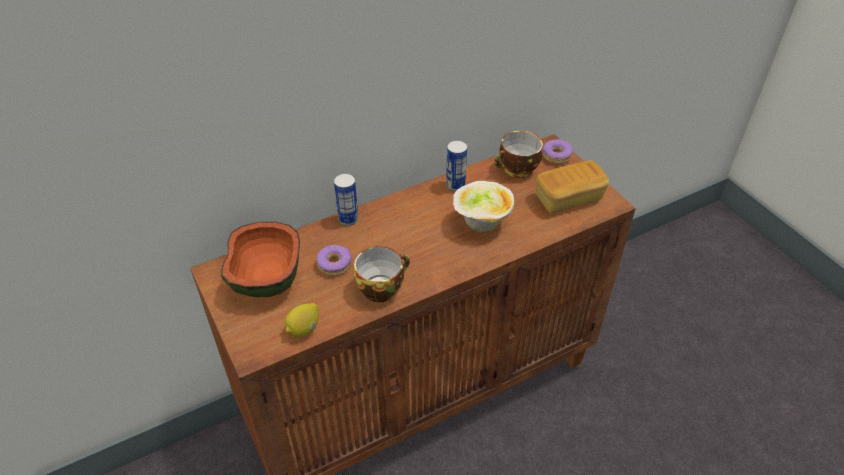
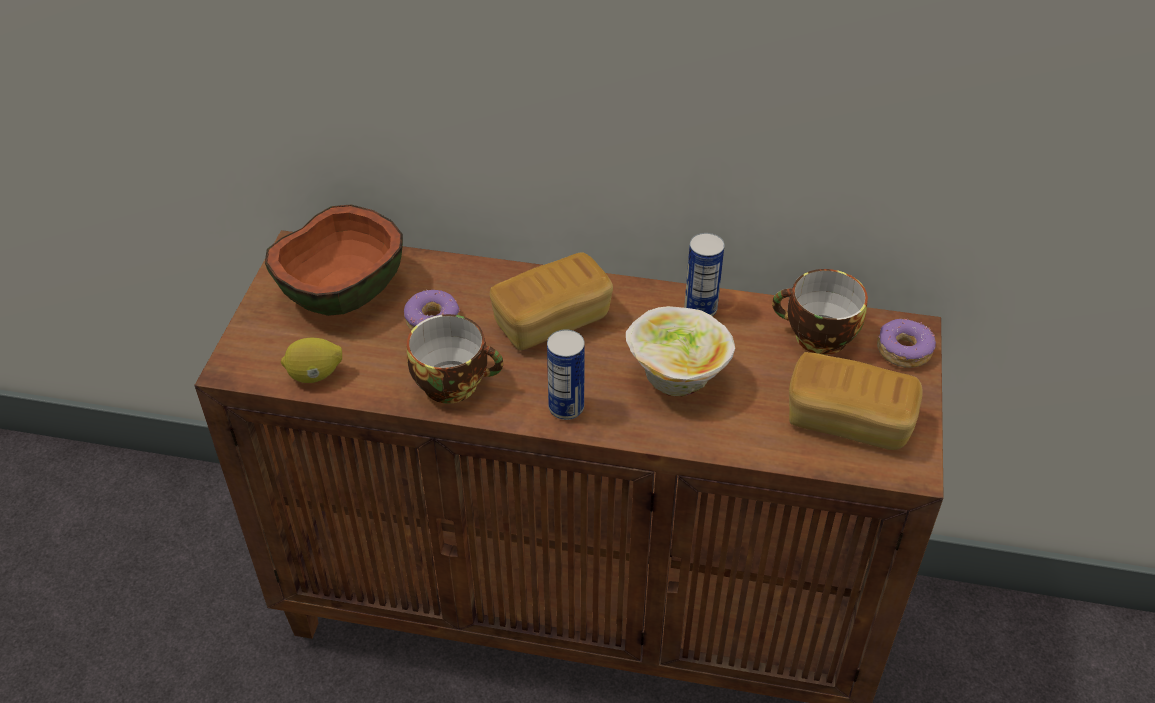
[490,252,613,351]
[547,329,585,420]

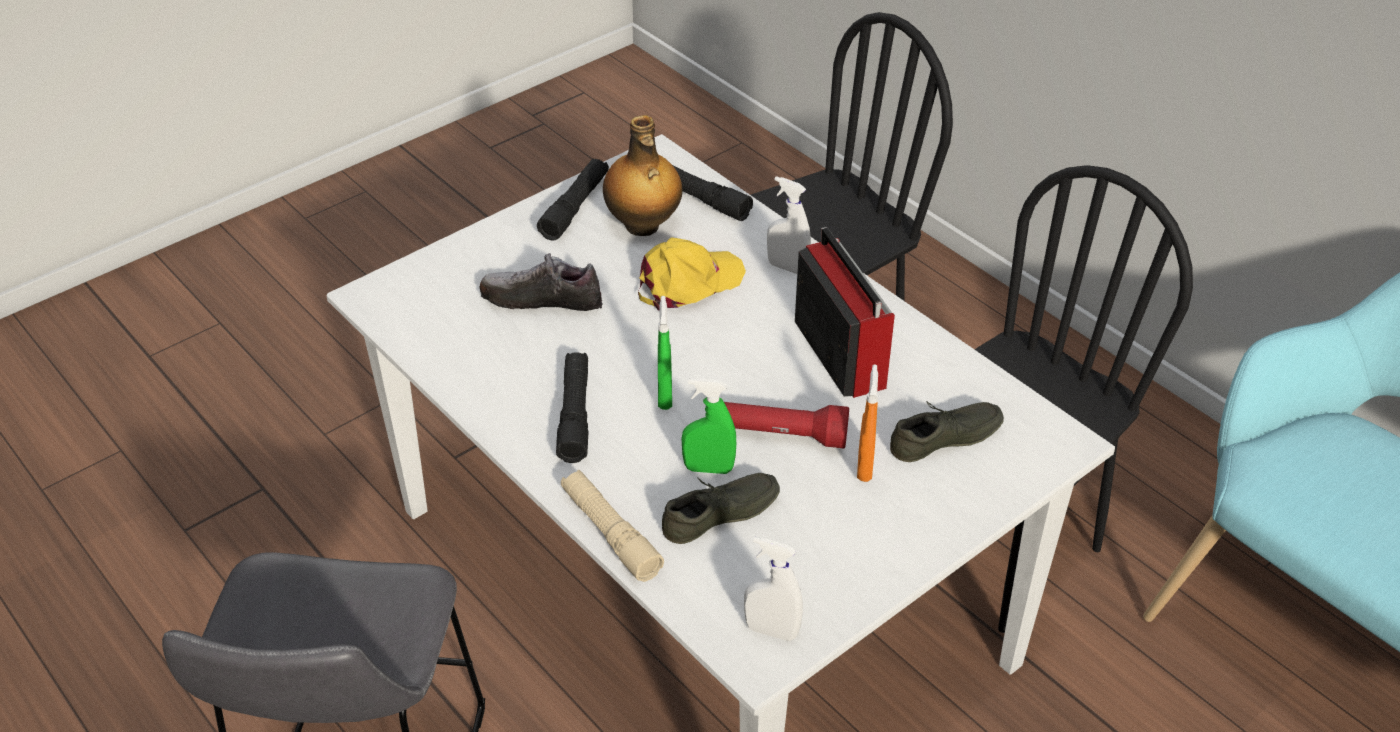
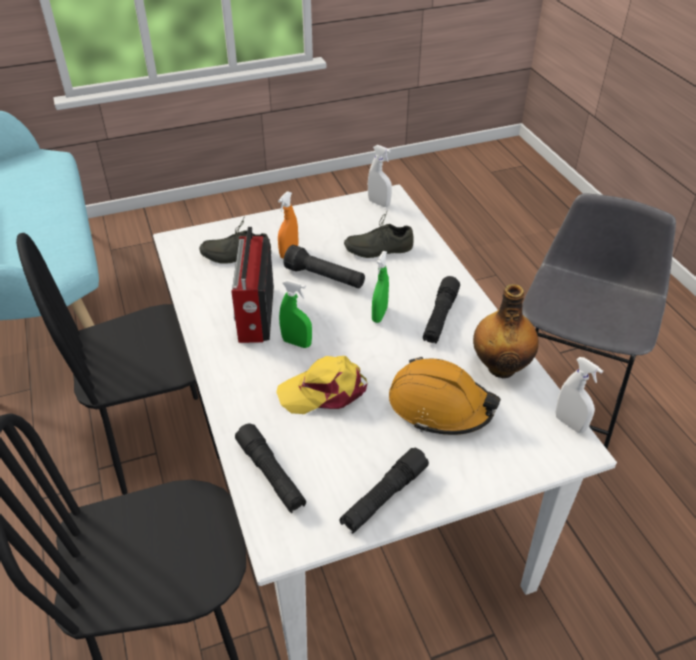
[279,280,312,348]
[283,245,365,288]
[389,357,501,435]
[473,284,539,378]
[556,357,603,433]
[561,469,664,582] (first image)

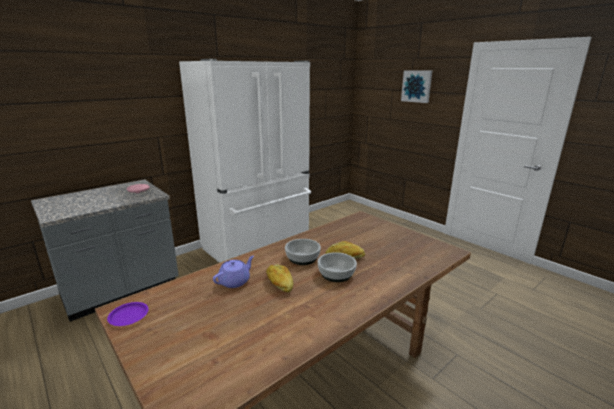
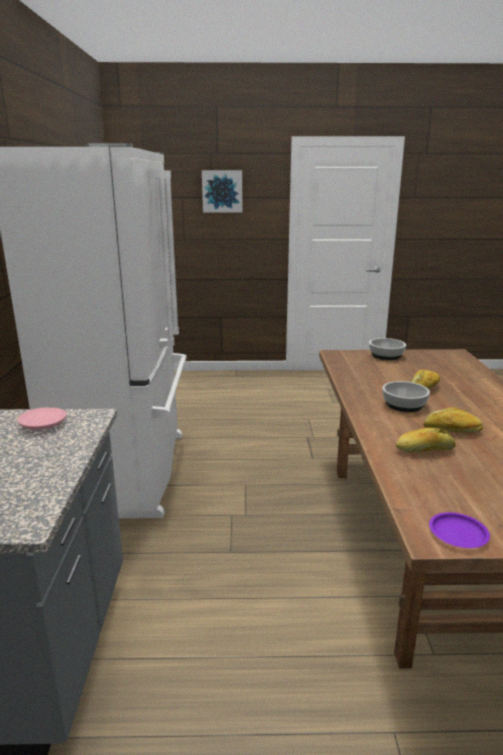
[369,338,406,360]
[396,428,456,453]

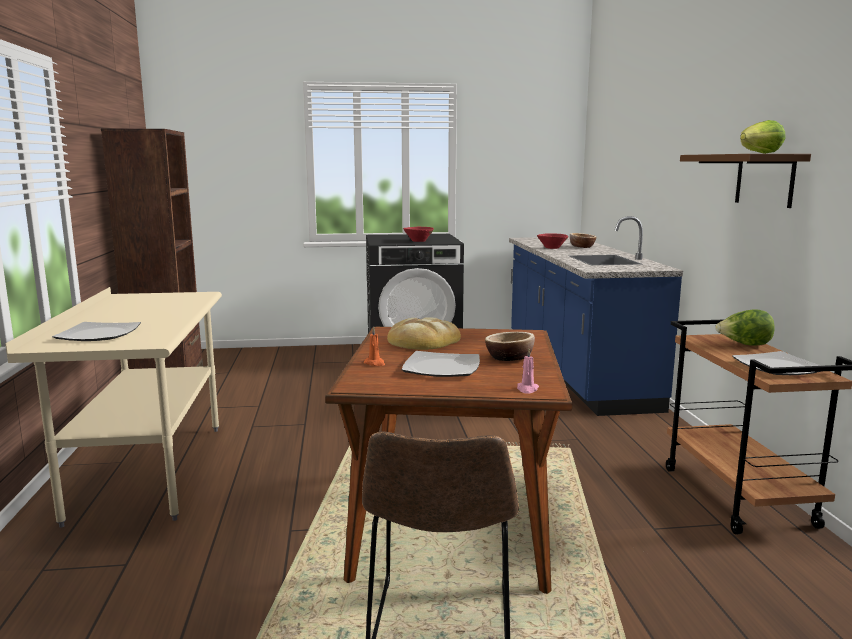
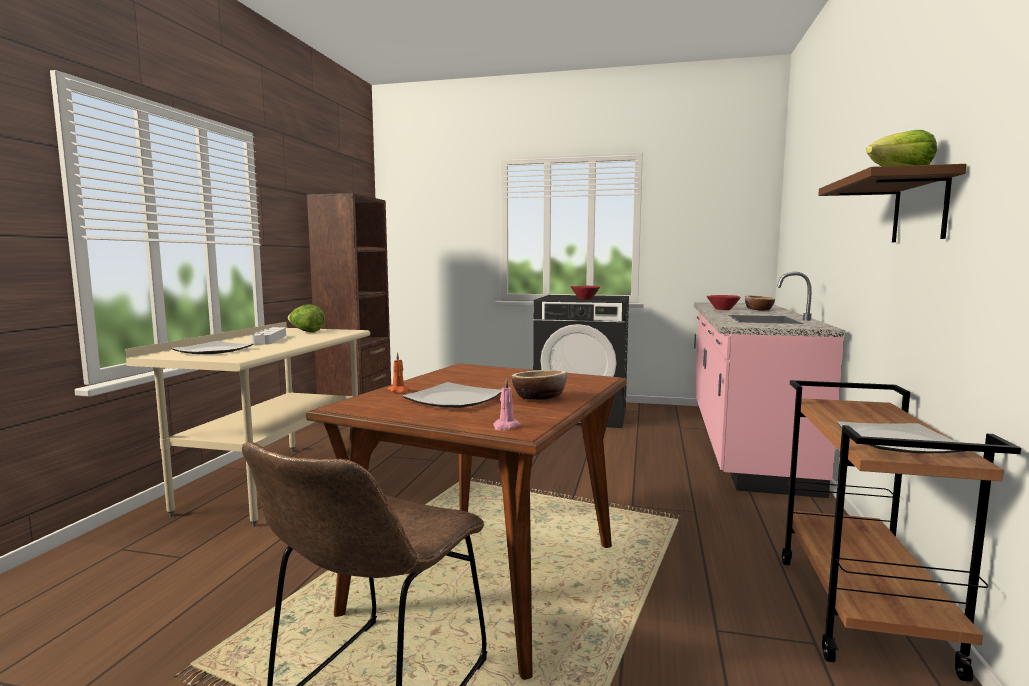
[250,327,286,345]
[288,304,325,332]
[694,272,845,498]
[387,318,461,350] (first image)

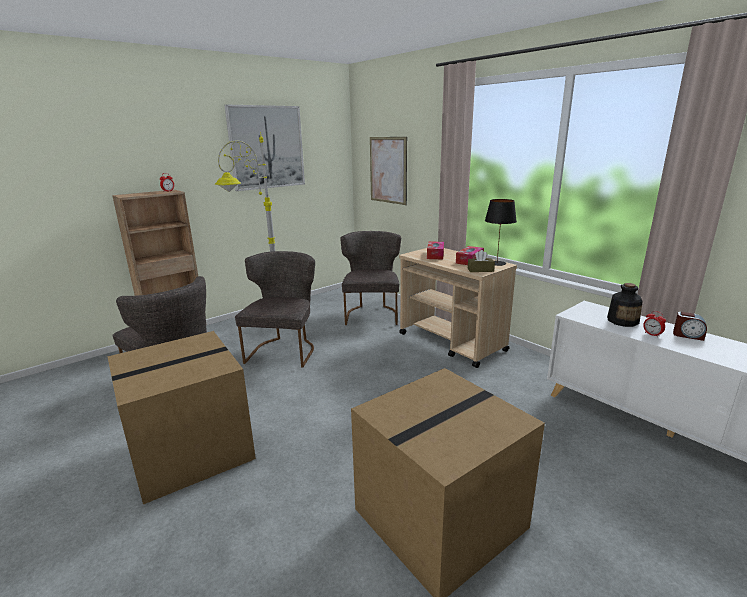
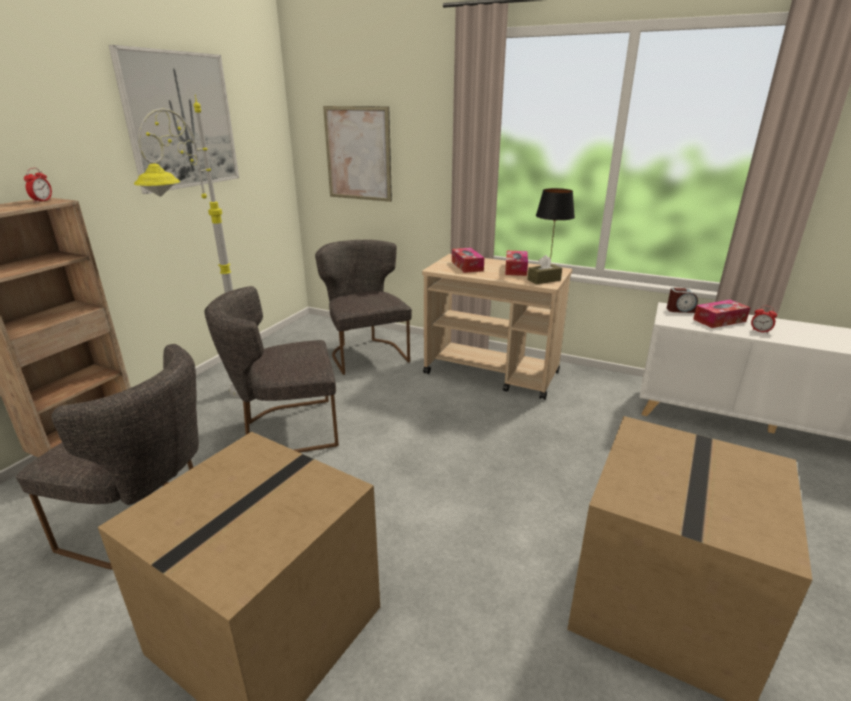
[204,286,339,453]
[667,288,698,313]
[693,300,750,328]

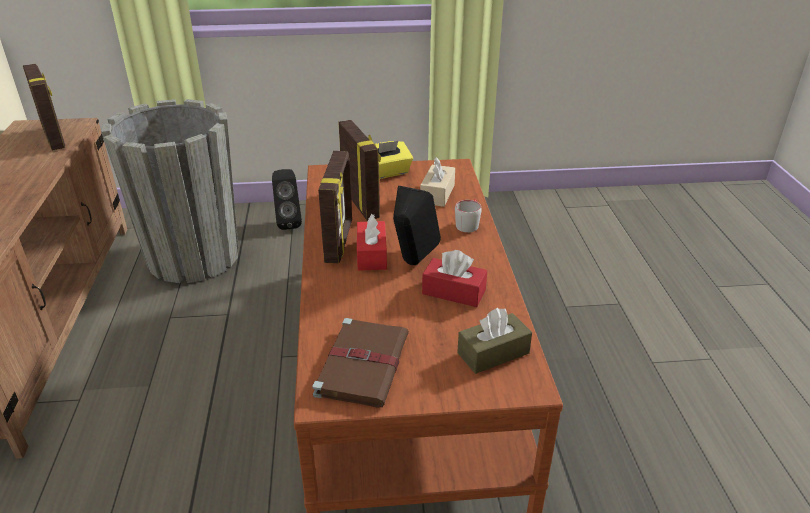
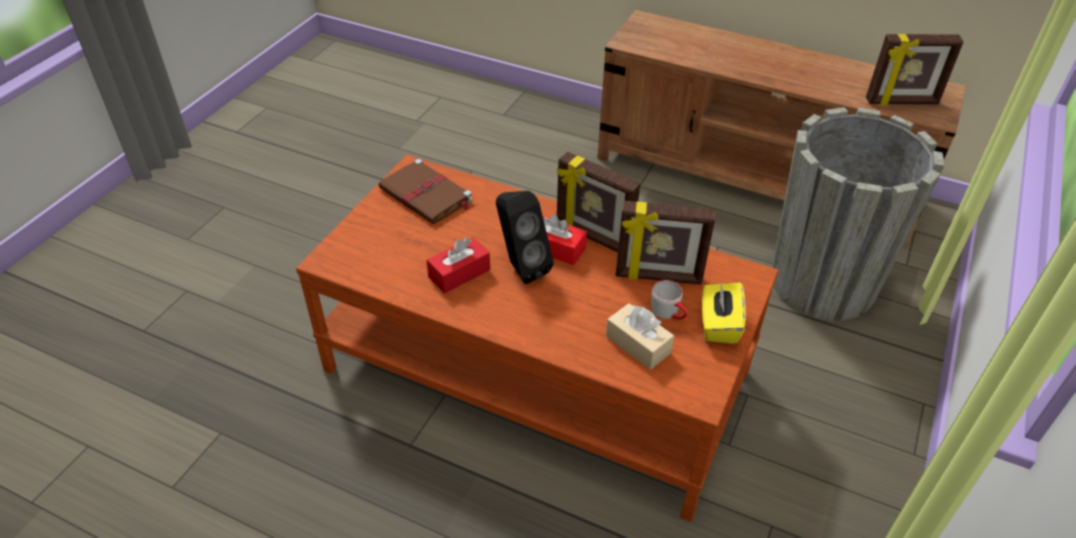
[651,280,687,320]
[272,169,302,230] (first image)
[457,308,532,374] (first image)

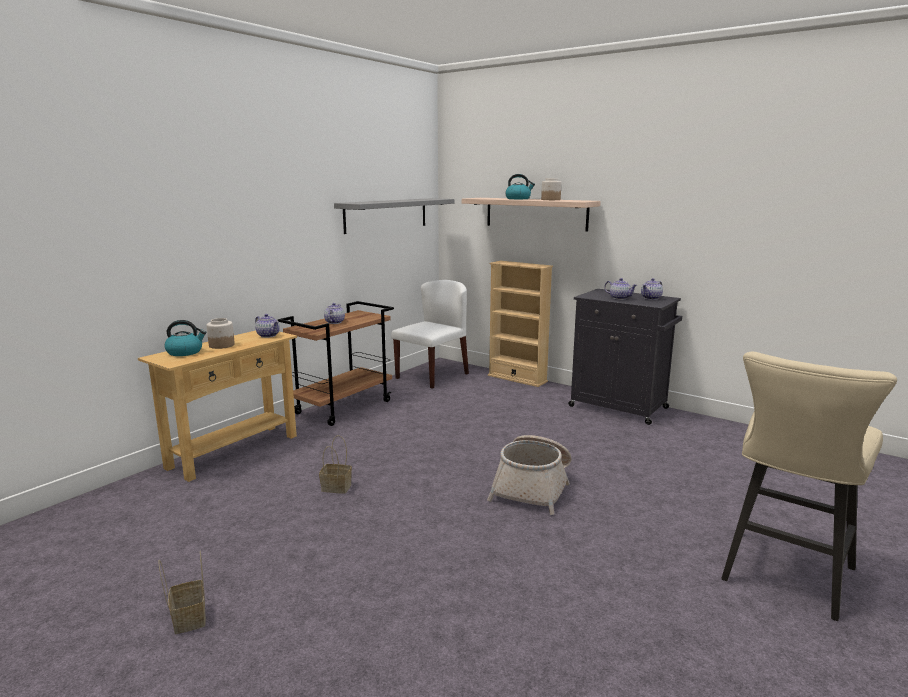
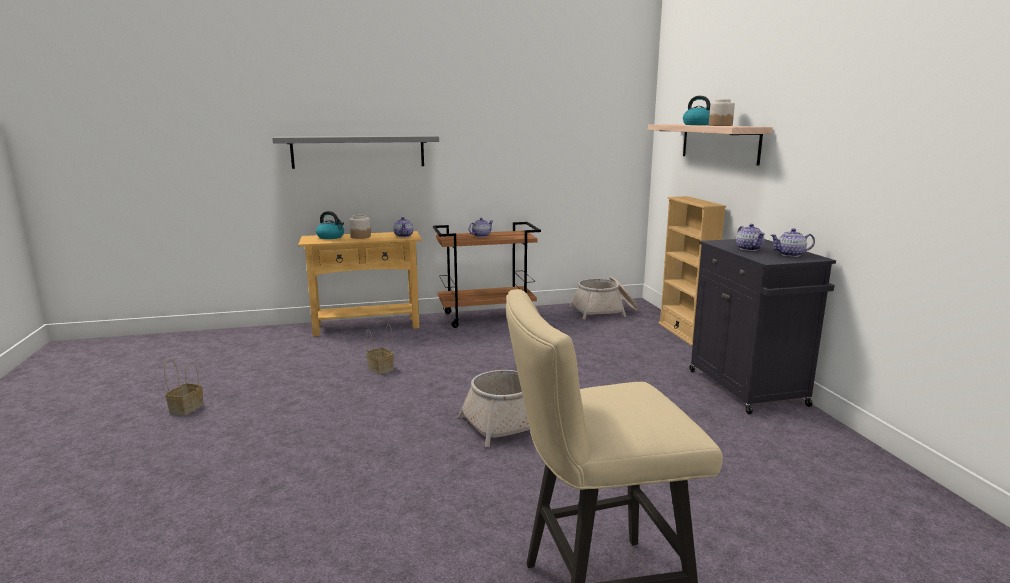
[272,135,439,169]
[570,277,638,320]

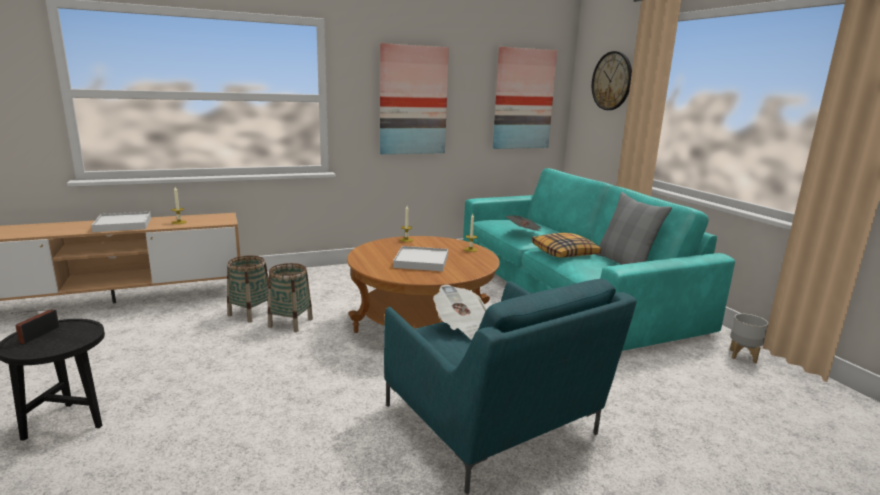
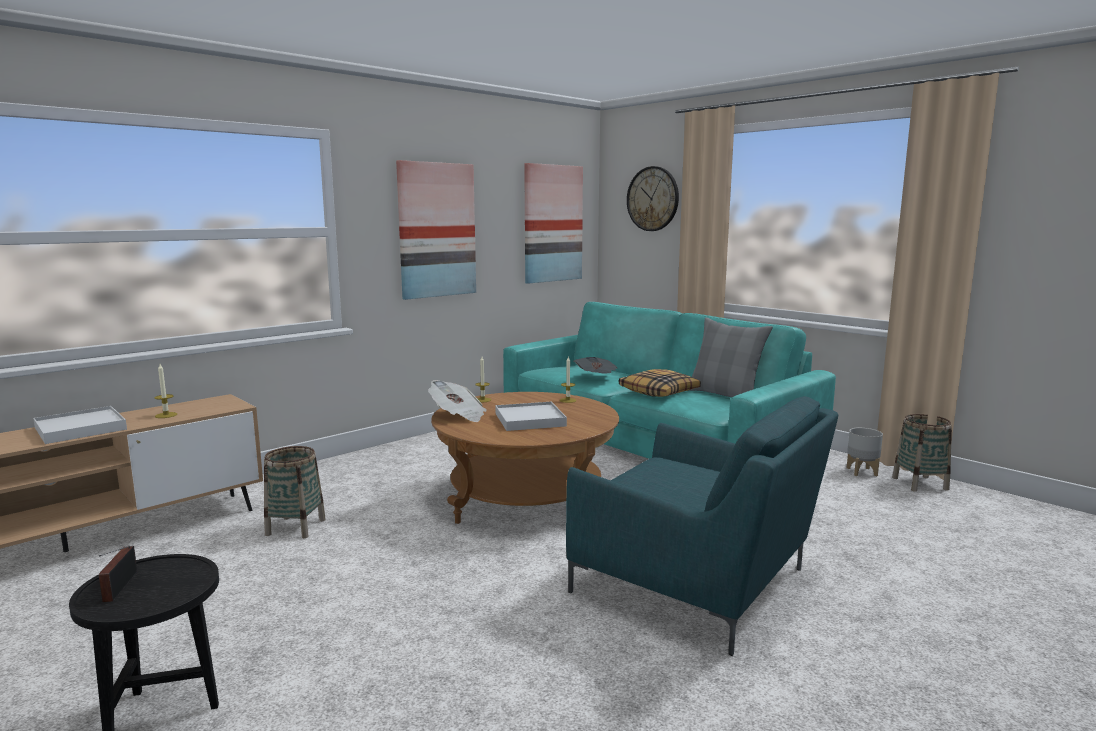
[428,380,487,422]
[892,414,952,492]

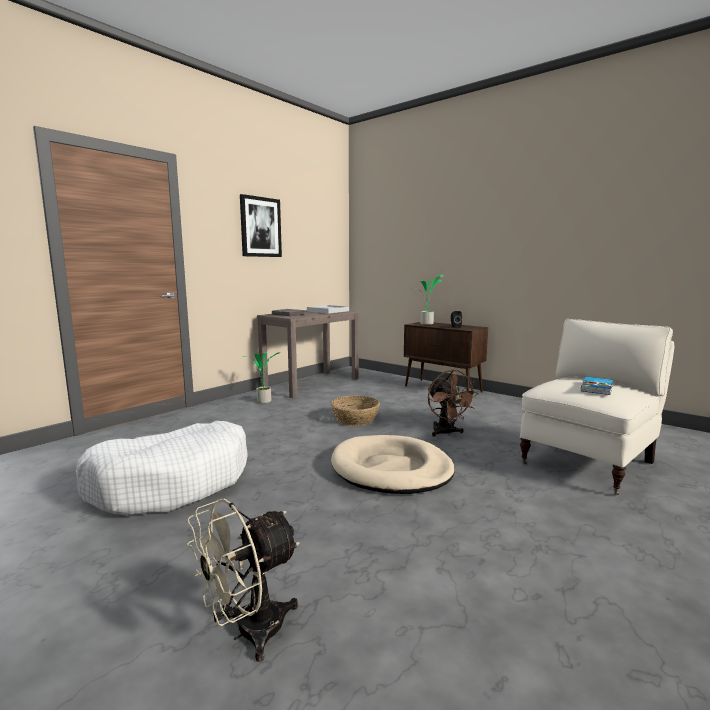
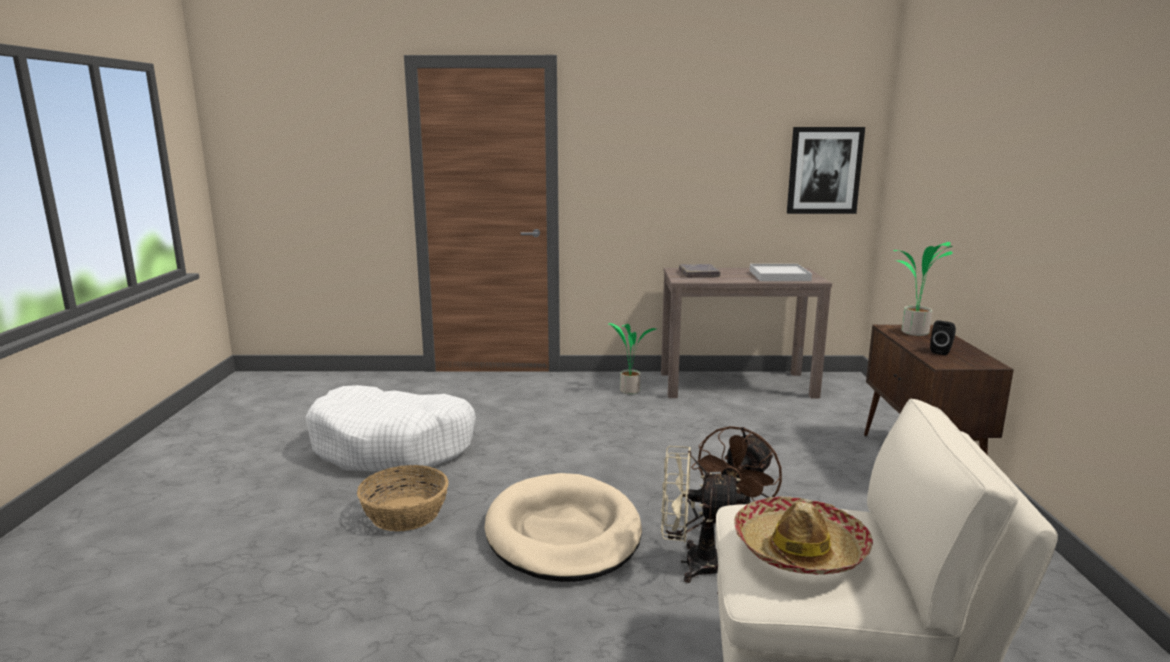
[357,465,449,531]
[661,446,745,583]
[734,496,873,575]
[787,127,865,214]

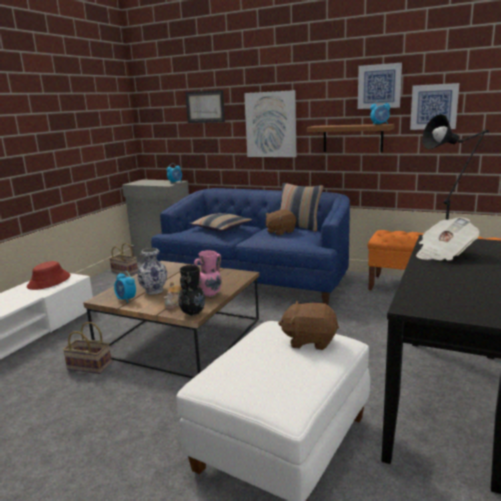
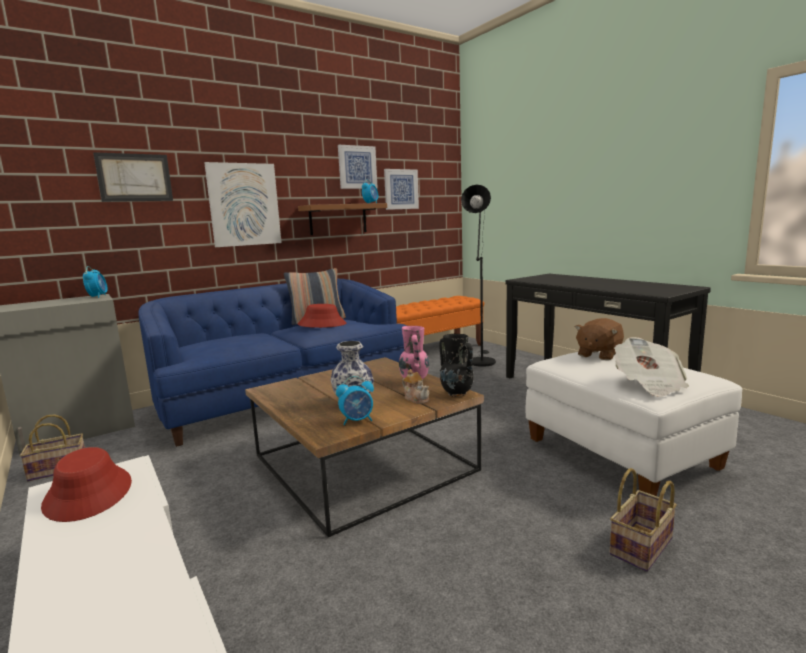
[298,304,346,328]
[610,468,677,572]
[614,337,689,397]
[189,213,252,231] (first image)

